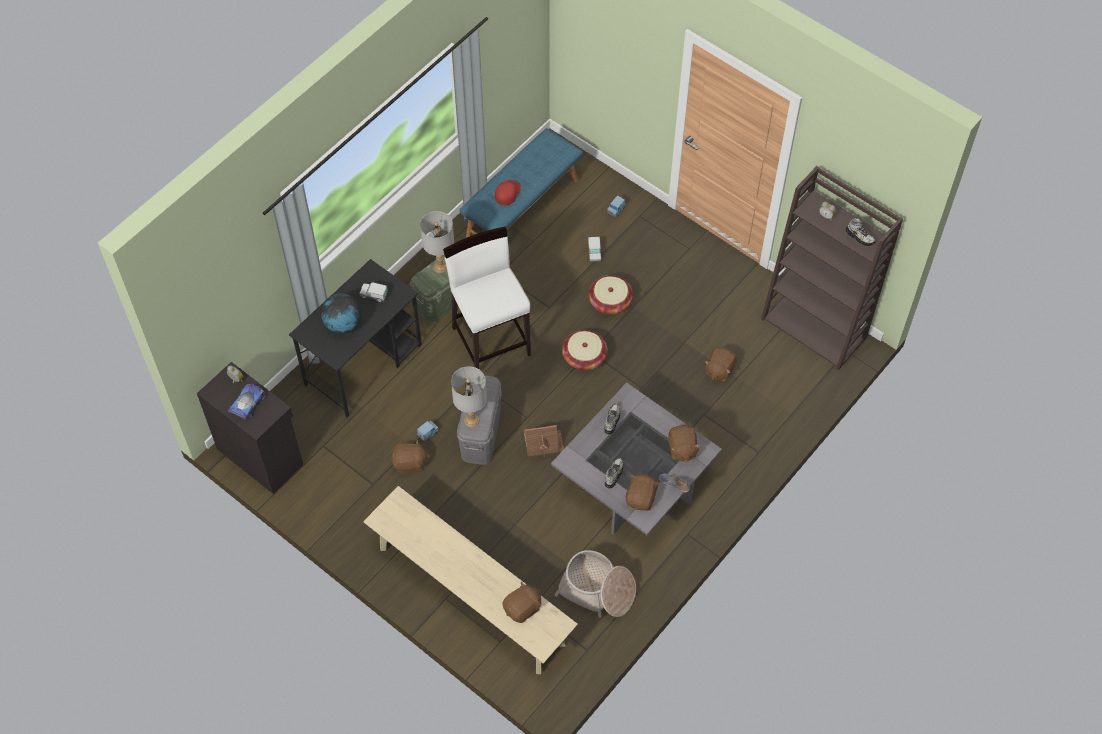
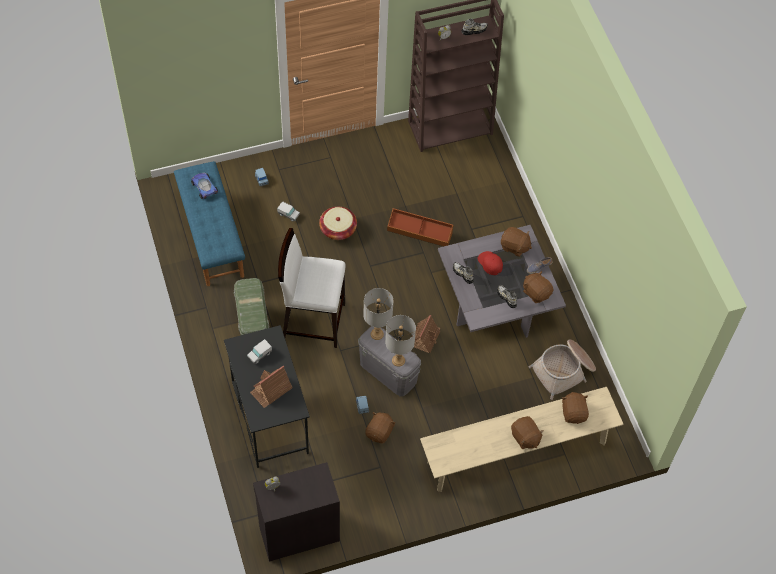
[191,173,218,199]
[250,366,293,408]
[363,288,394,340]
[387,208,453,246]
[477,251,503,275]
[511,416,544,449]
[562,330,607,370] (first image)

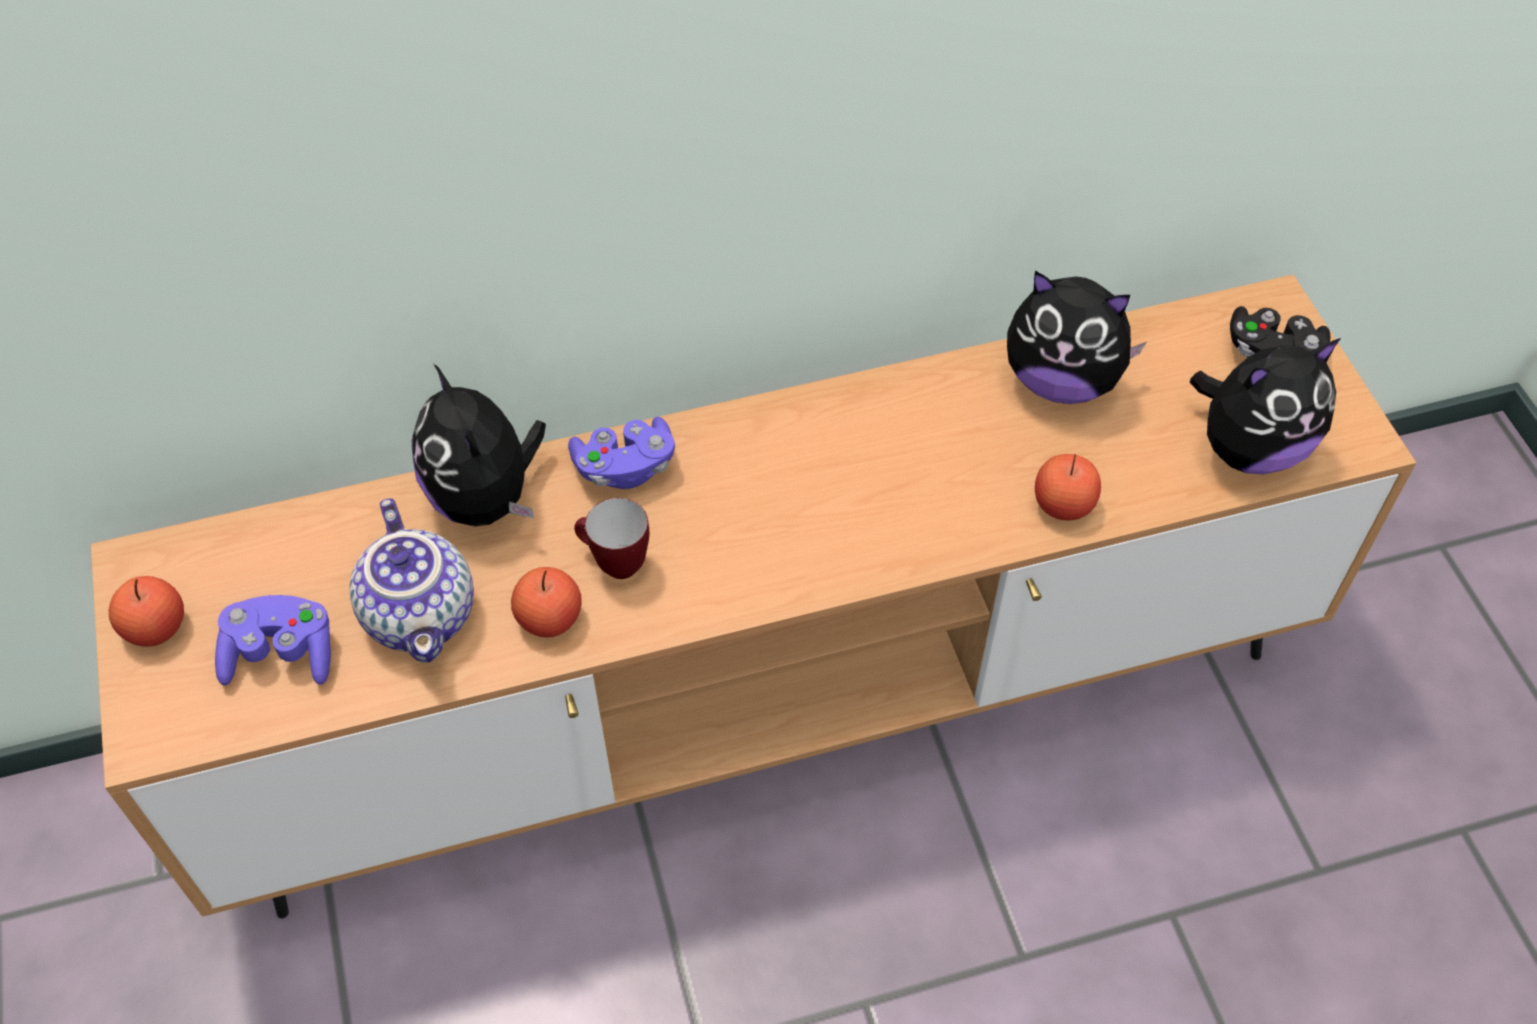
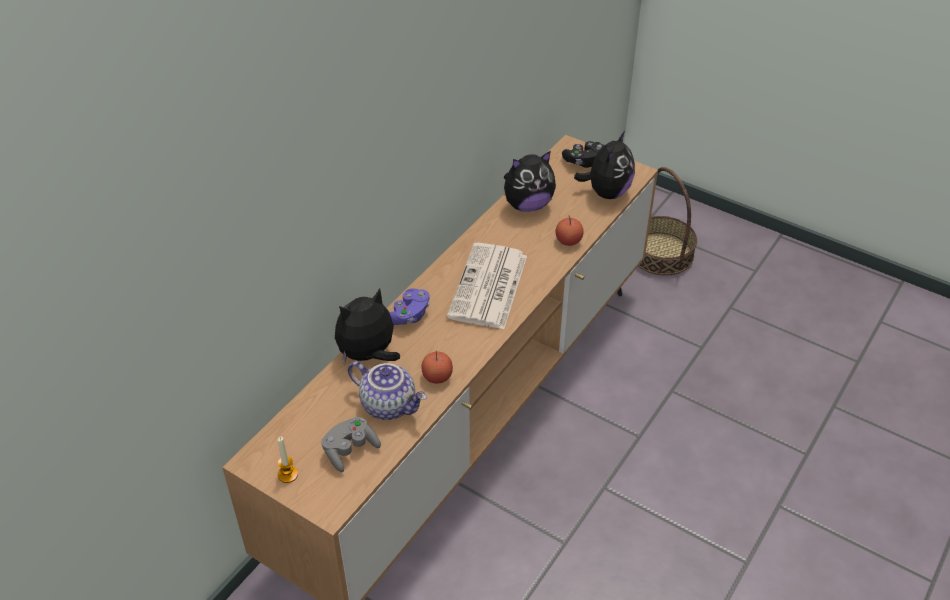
[278,437,298,483]
[321,417,381,472]
[335,288,400,365]
[447,243,527,329]
[638,167,697,276]
[574,498,649,579] (first image)

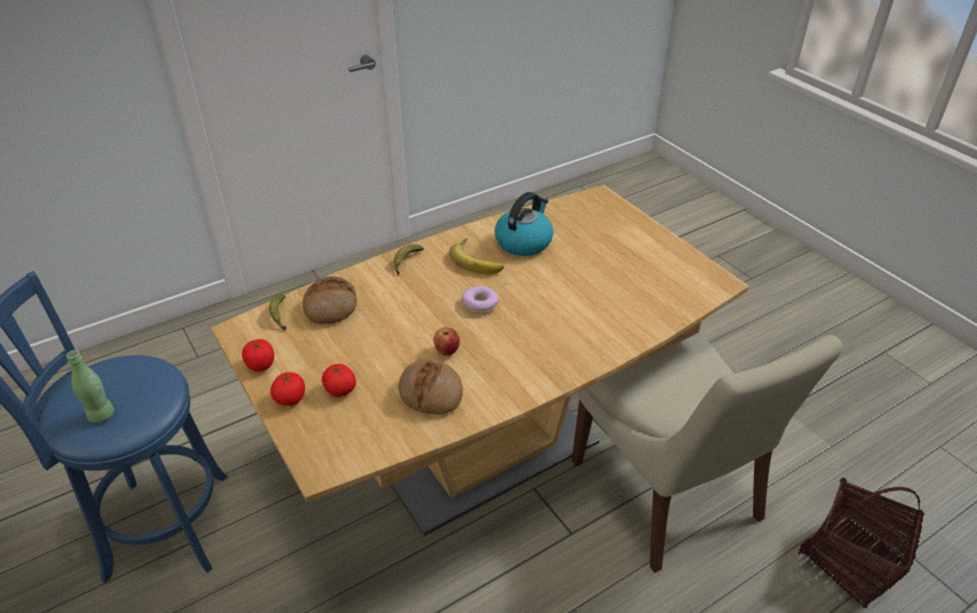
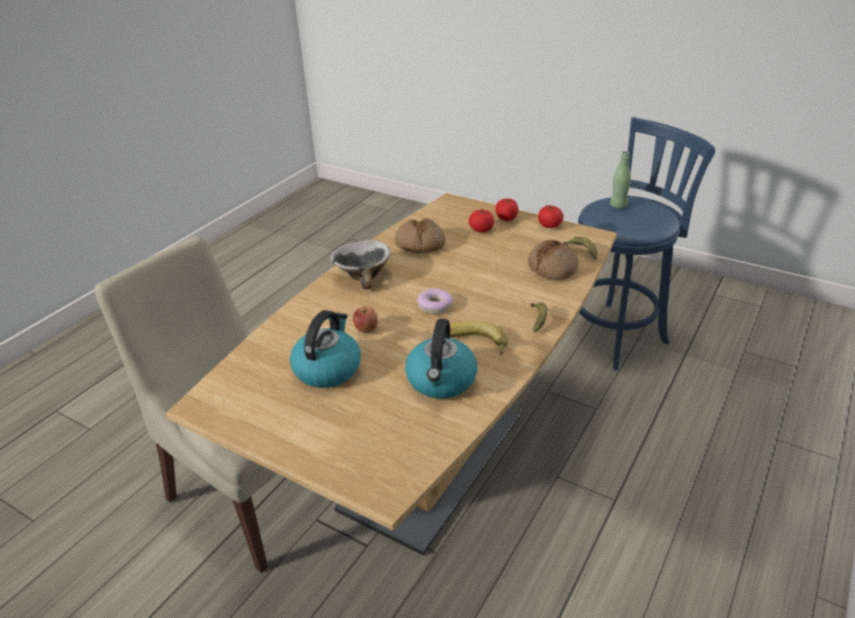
[290,310,361,388]
[330,240,391,289]
[353,307,378,333]
[798,478,924,608] (first image)

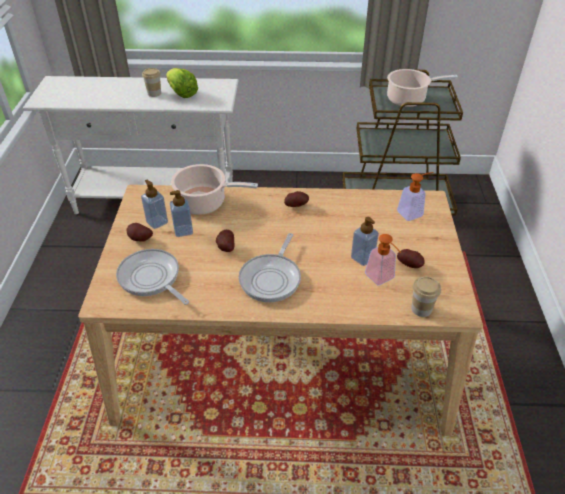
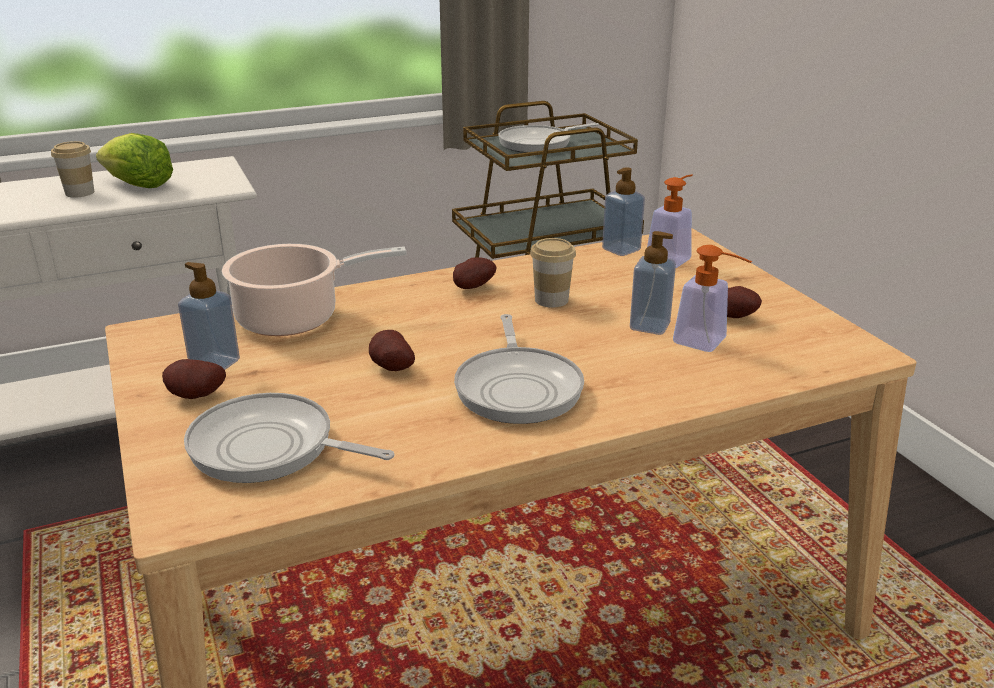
[498,123,599,153]
[530,238,576,308]
[602,167,645,256]

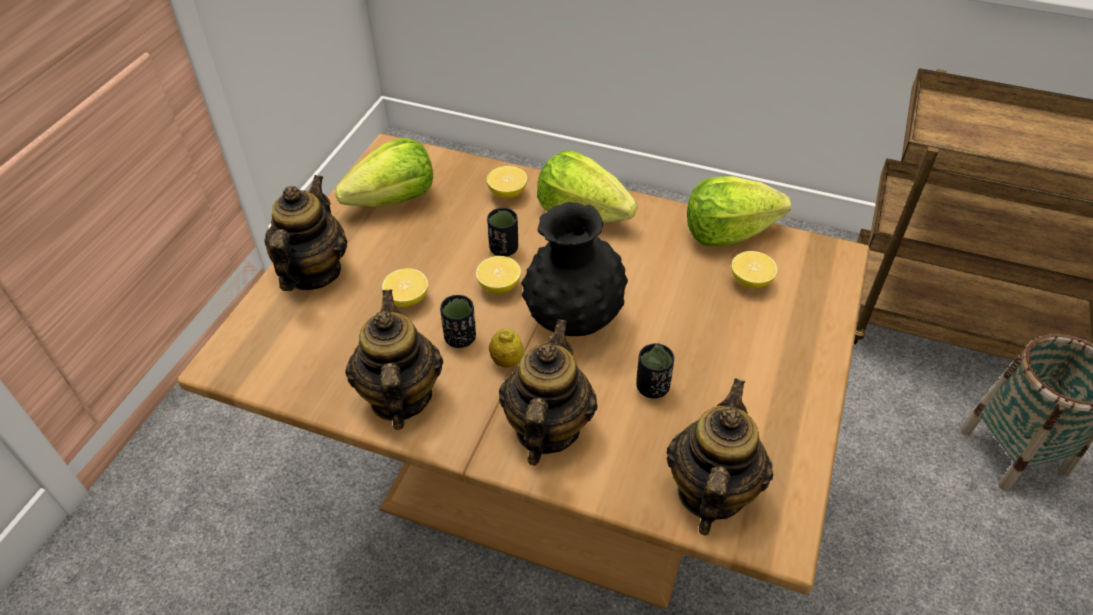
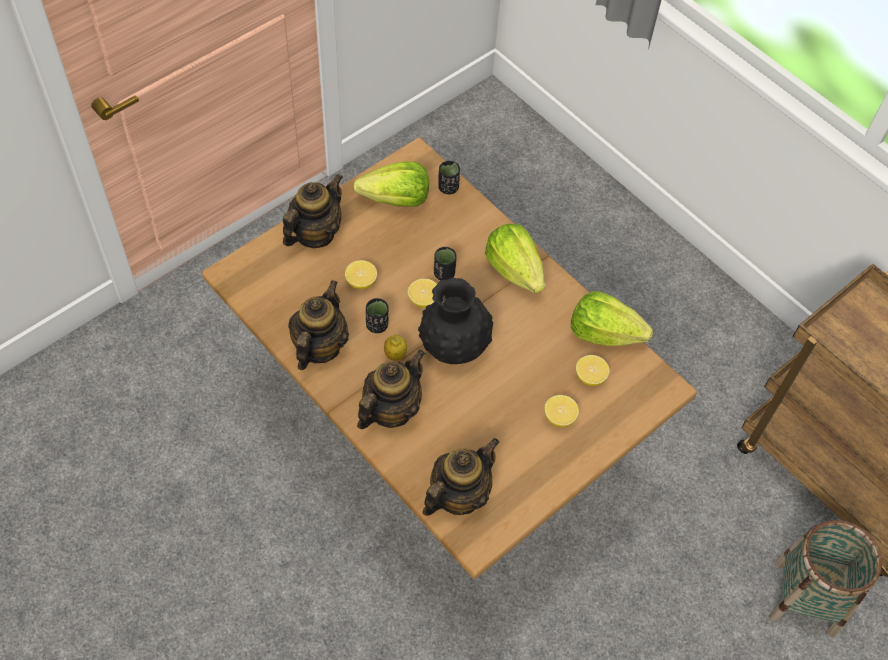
[438,161,460,194]
[544,395,579,427]

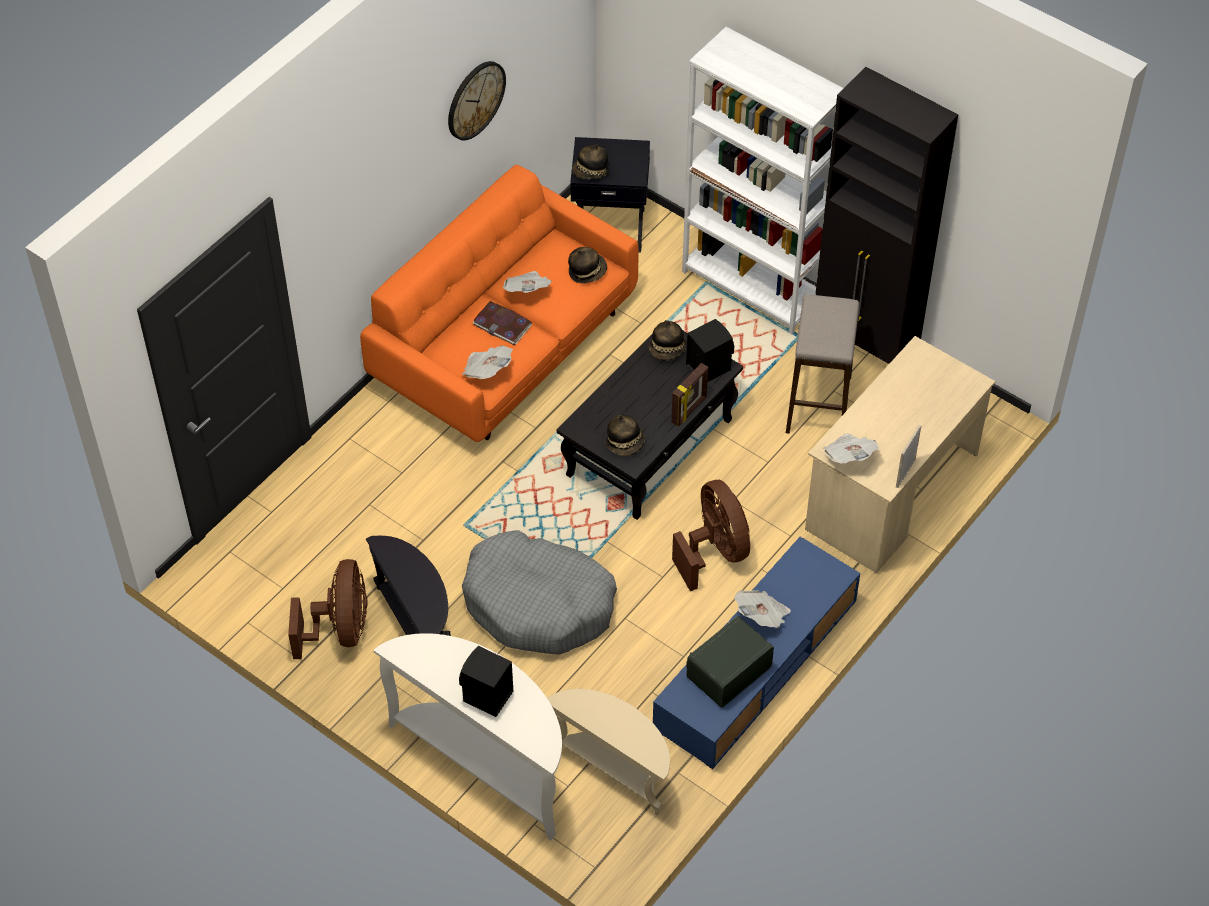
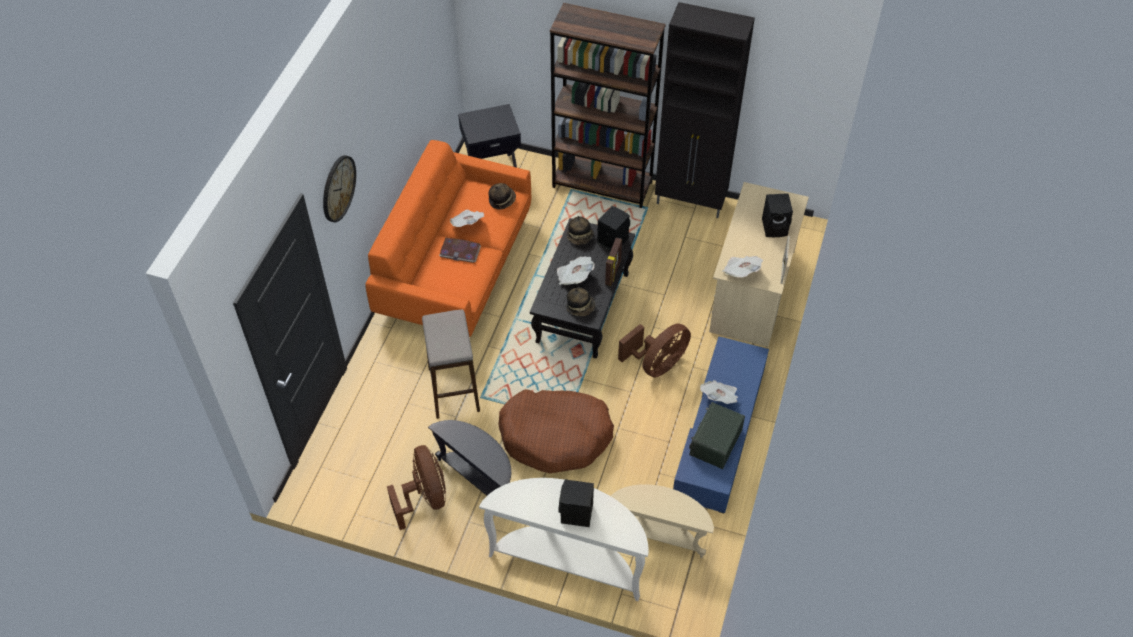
[323,155,356,222]
[422,310,480,419]
[498,389,614,473]
[550,3,666,208]
[557,257,594,285]
[618,324,691,377]
[762,193,793,237]
[572,144,610,179] (first image)

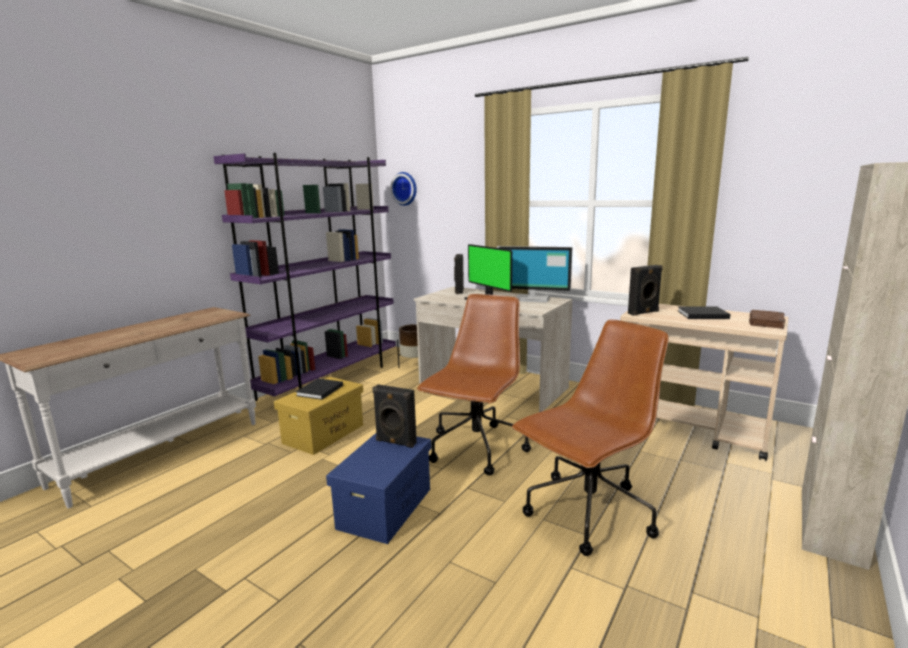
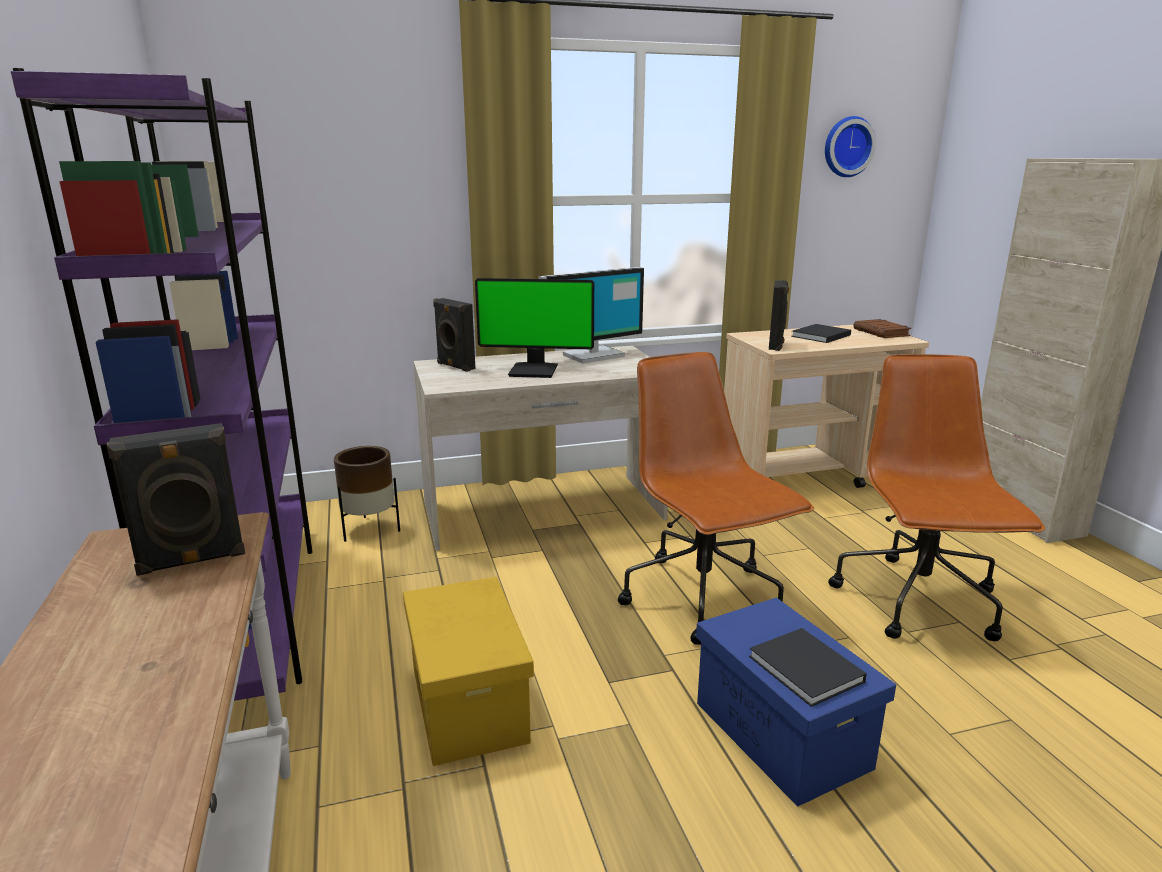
[107,423,245,576]
[749,628,867,707]
[825,116,876,177]

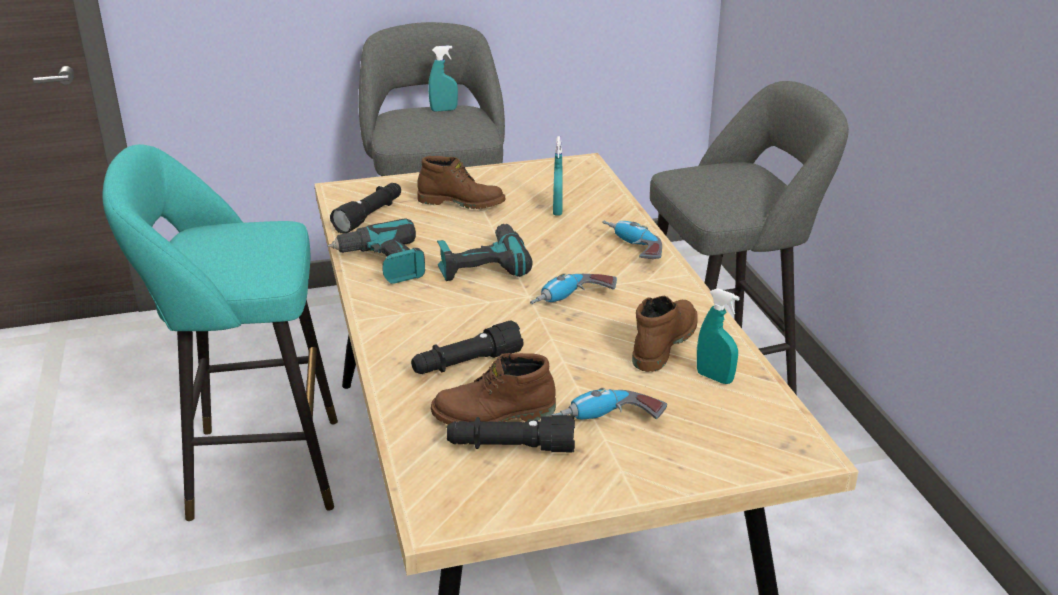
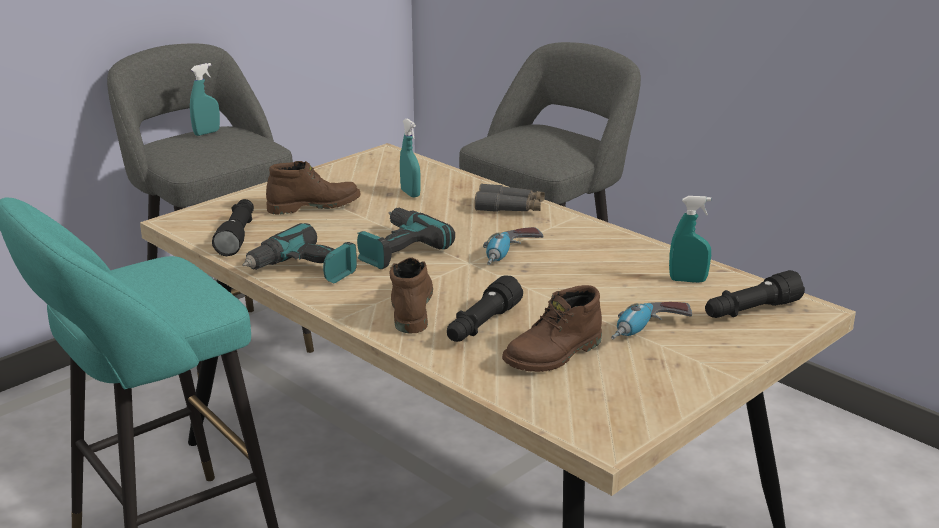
[390,257,433,334]
[475,184,545,212]
[705,270,805,318]

